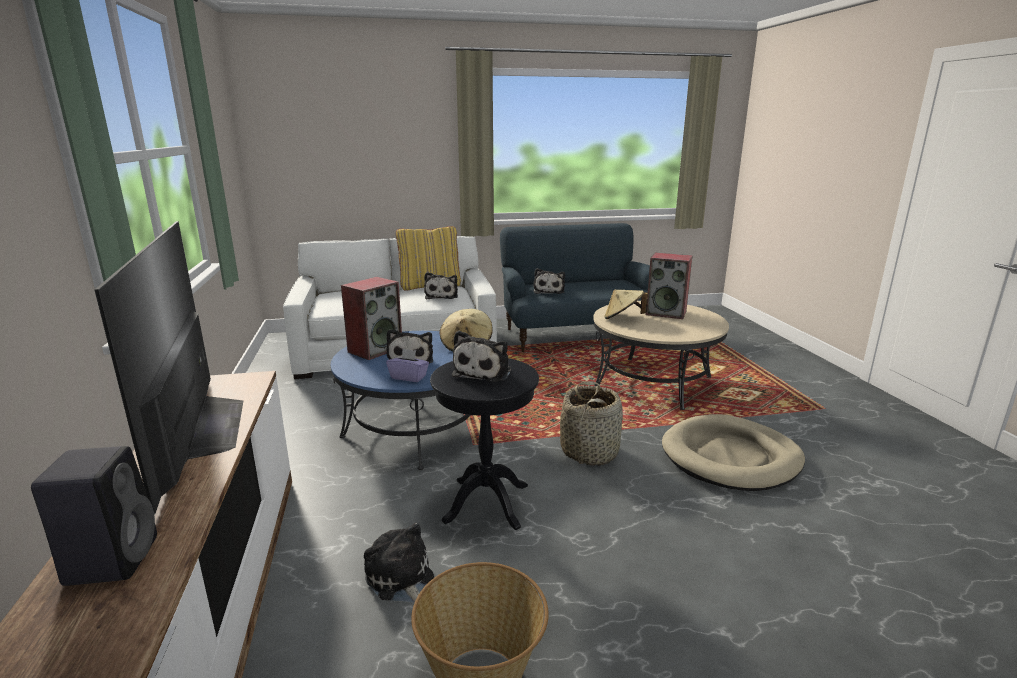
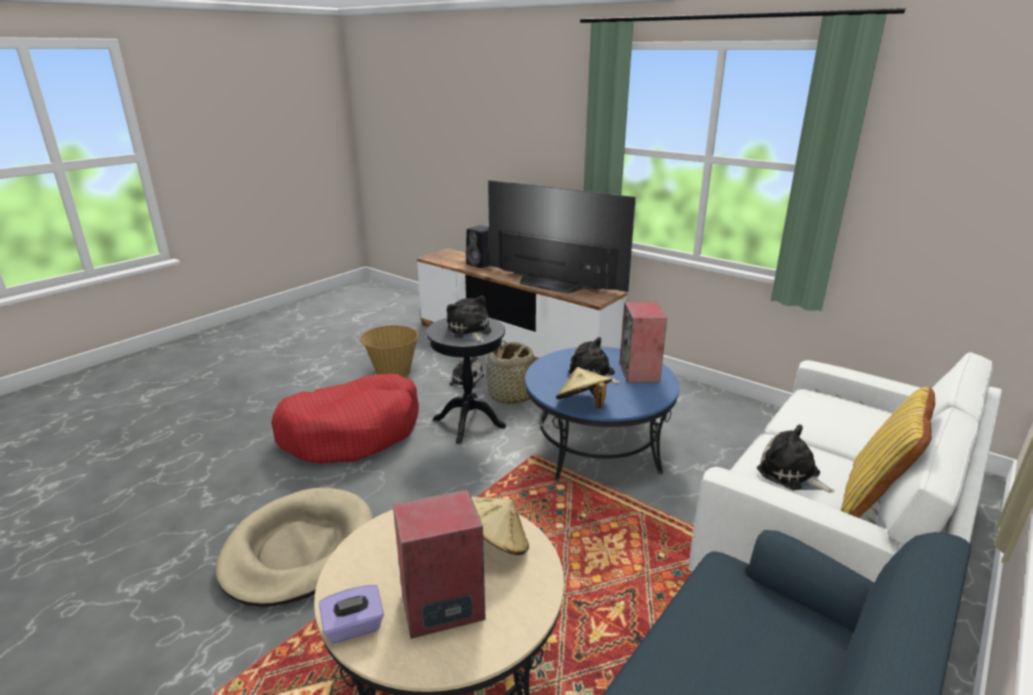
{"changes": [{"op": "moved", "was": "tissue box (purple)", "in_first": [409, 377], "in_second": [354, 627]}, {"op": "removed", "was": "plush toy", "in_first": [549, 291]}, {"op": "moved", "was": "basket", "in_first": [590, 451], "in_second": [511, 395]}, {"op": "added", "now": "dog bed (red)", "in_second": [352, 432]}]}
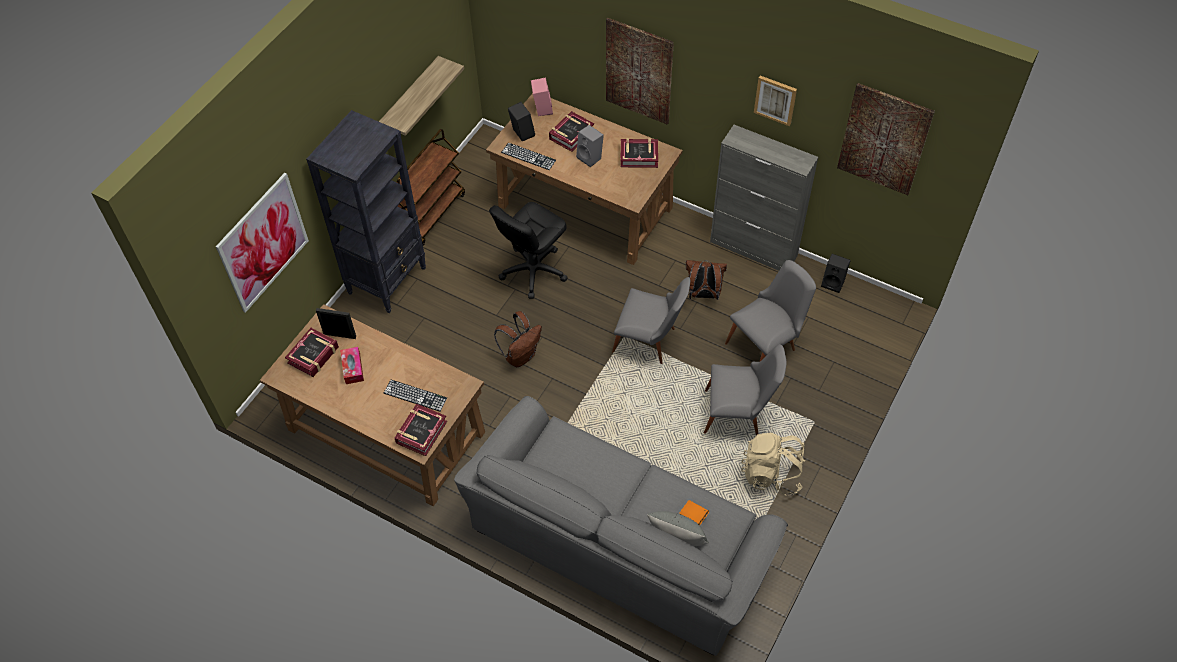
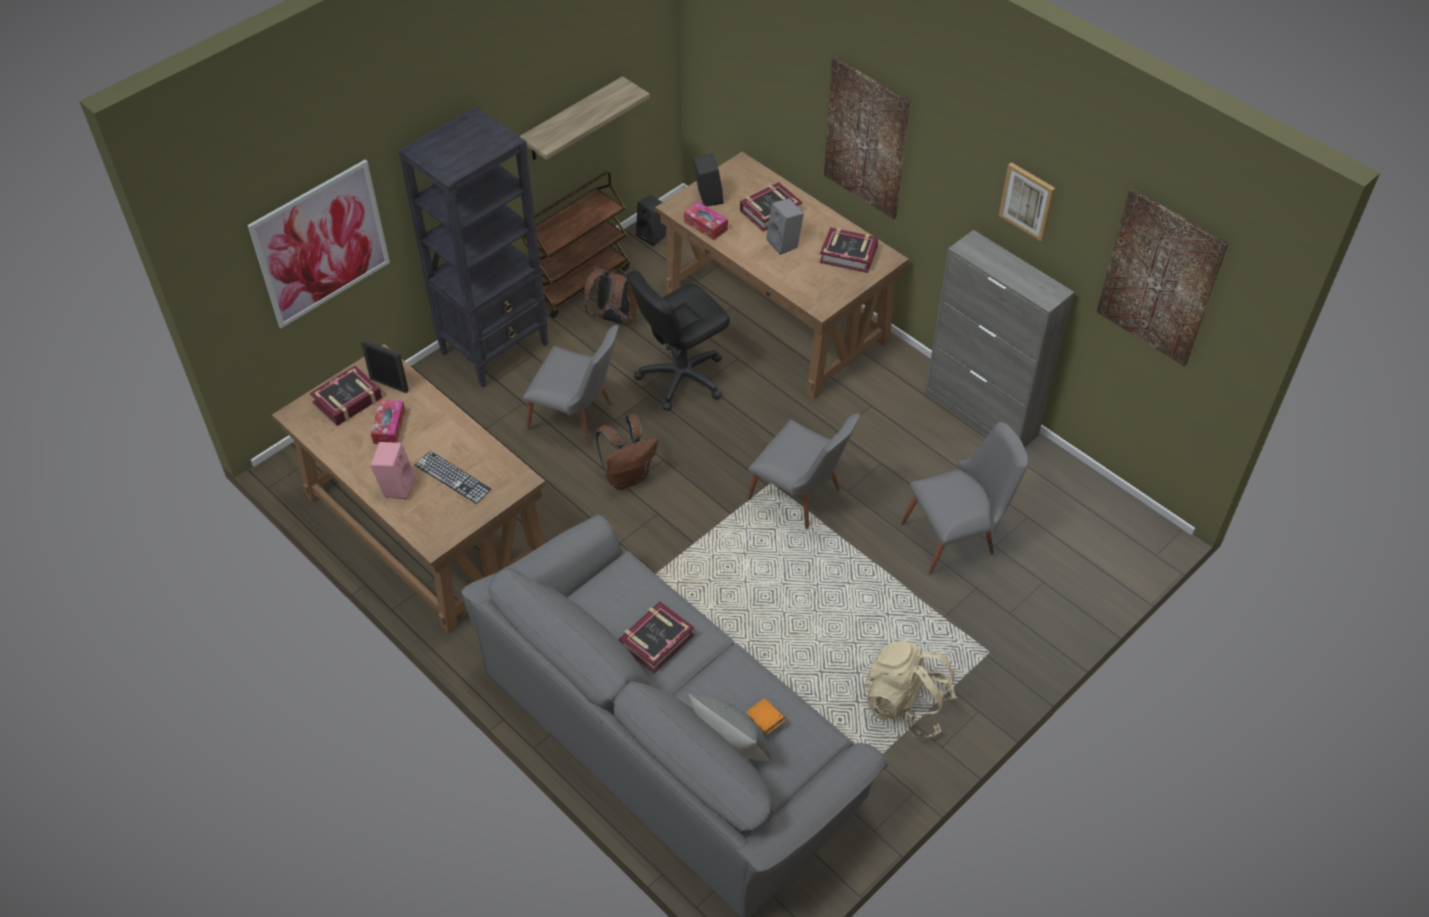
{"changes": [{"op": "moved", "was": "book", "in_first": [421, 432], "in_second": [656, 641]}, {"op": "replaced", "was": "keyboard", "now": "tissue box", "in_first": [528, 156], "in_second": [705, 226]}, {"op": "moved", "was": "speaker (pink)", "in_first": [541, 108], "in_second": [396, 486]}, {"op": "moved", "was": "backpack (brown)", "in_first": [703, 294], "in_second": [614, 319]}, {"op": "moved", "was": "chair (grey)", "in_first": [738, 414], "in_second": [578, 419]}, {"op": "moved", "was": "speaker (black)", "in_first": [833, 283], "in_second": [653, 235]}]}
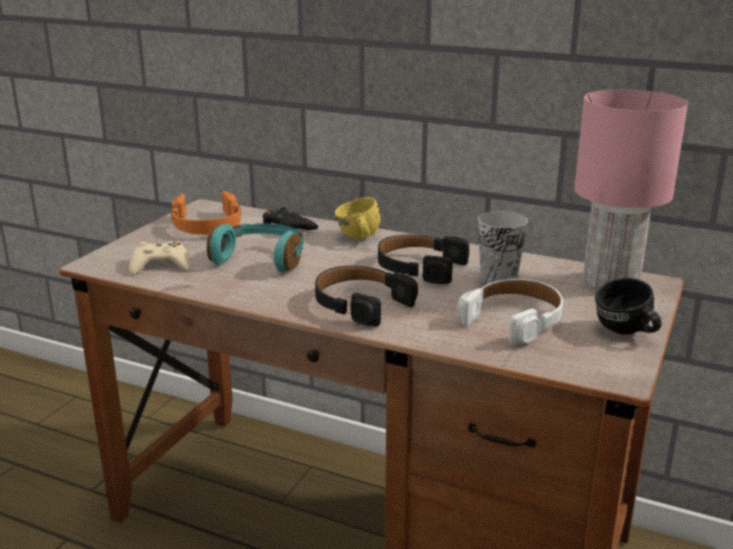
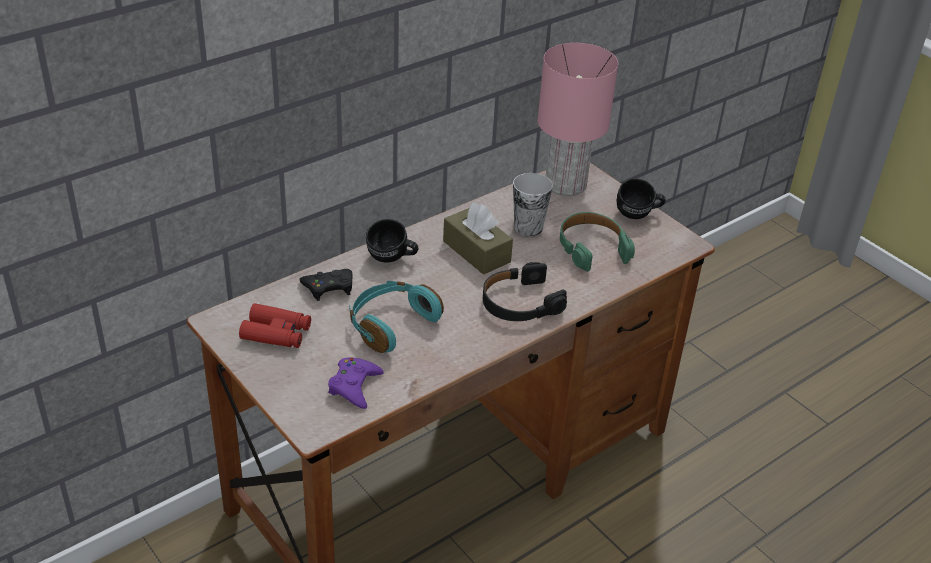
{"changes": [{"op": "recoloured", "was": "game controller (beige)", "now": "game controller (purple)", "in_first": [160, 265], "in_second": [354, 386]}, {"op": "replaced", "was": "headphones (orange)", "now": "binoculars (red)", "in_first": [207, 225], "in_second": [276, 333]}, {"op": "recoloured", "was": "mug (yellow)", "now": "mug (black)", "in_first": [357, 239], "in_second": [391, 259]}, {"op": "replaced", "was": "headphones (black)", "now": "tissue box (brown)", "in_first": [419, 267], "in_second": [476, 251]}, {"op": "recoloured", "was": "headphones (white)", "now": "headphones (green)", "in_first": [514, 320], "in_second": [592, 248]}]}
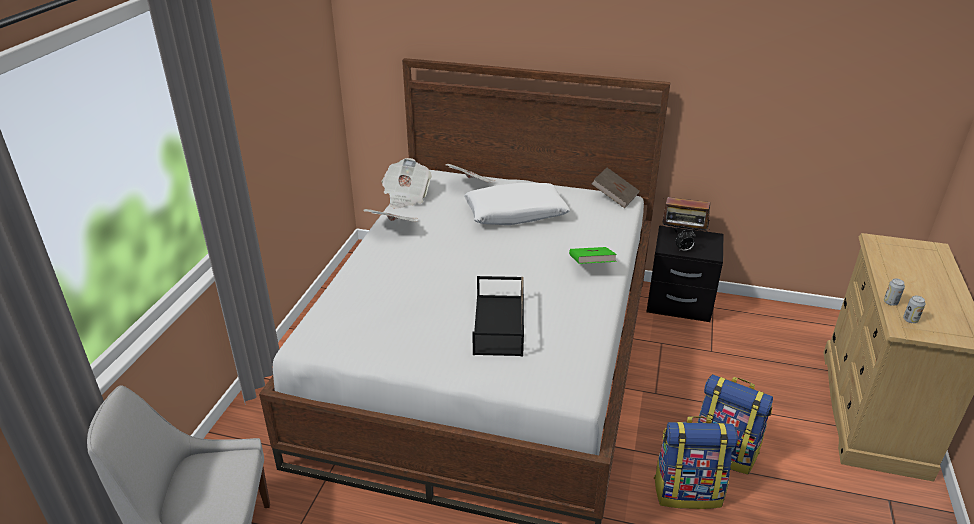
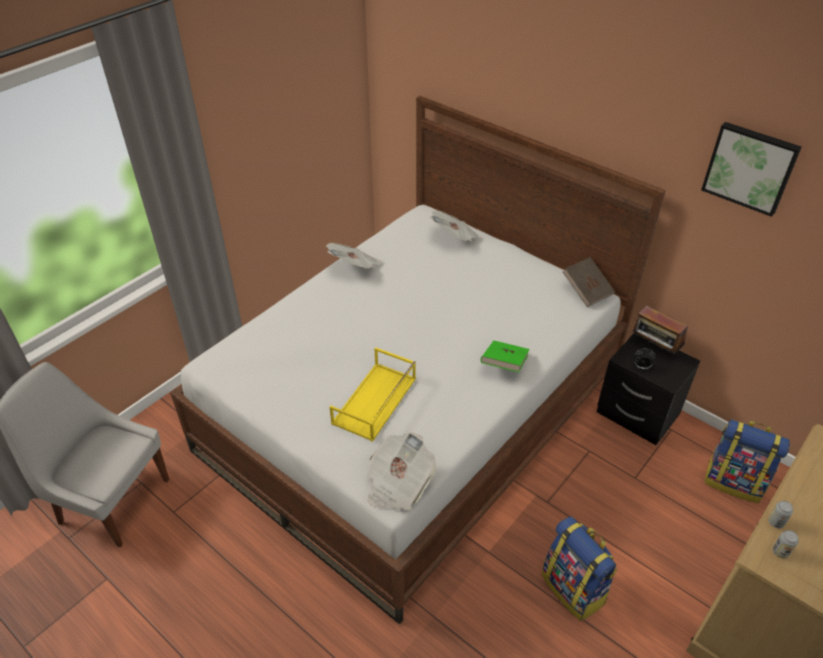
{"changes": [{"op": "moved", "was": "newspaper", "in_first": [406, 196], "in_second": [398, 484]}, {"op": "removed", "was": "pillow (white)", "in_first": [515, 213]}, {"op": "recoloured", "was": "tray (black)", "now": "tray (yellow)", "in_first": [500, 325], "in_second": [375, 402]}, {"op": "moved", "was": "backpack", "in_first": [687, 491], "in_second": [734, 481]}, {"op": "added", "now": "picture", "in_second": [750, 167]}]}
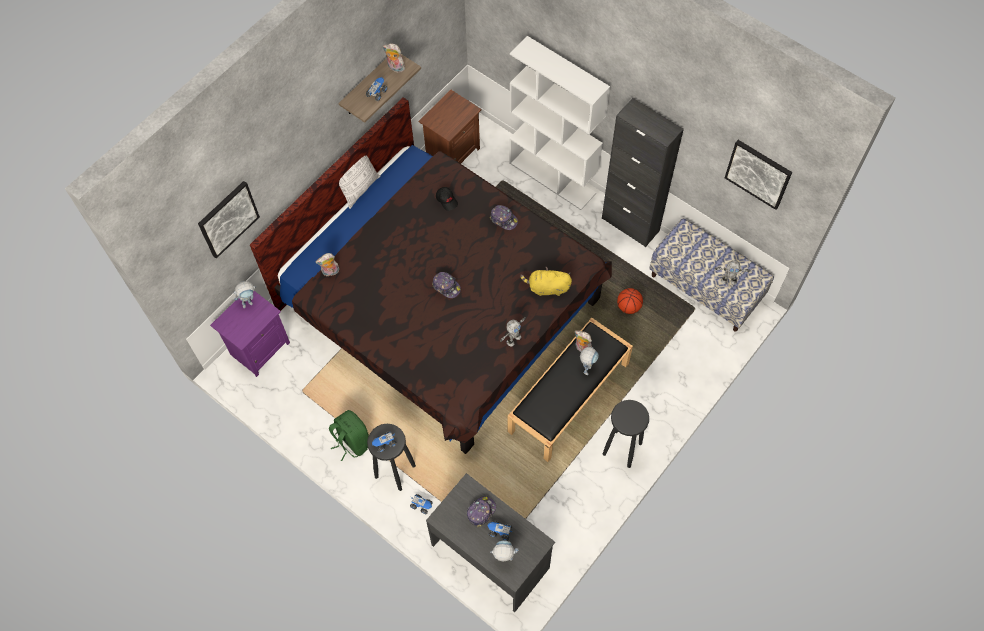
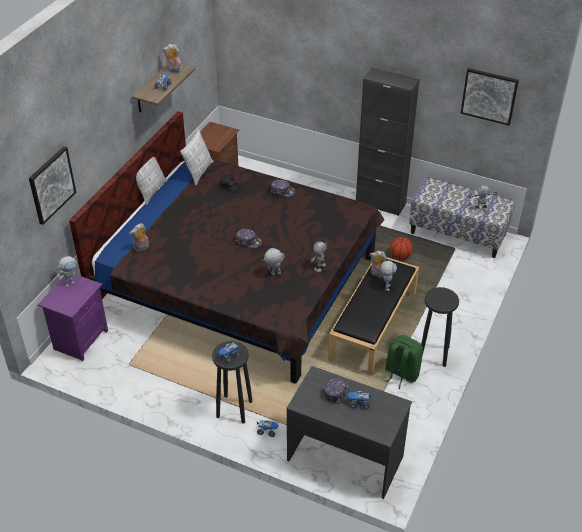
{"changes": [{"op": "moved", "was": "backpack (green)", "in_first": [352, 442], "in_second": [401, 373]}, {"op": "moved", "was": "toy robot", "in_first": [504, 558], "in_second": [273, 274]}, {"op": "removed", "was": "bookcase (white)", "in_first": [553, 178]}, {"op": "removed", "was": "plush toy (yellow)", "in_first": [547, 288]}, {"op": "added", "now": "pillow", "in_second": [199, 172]}]}
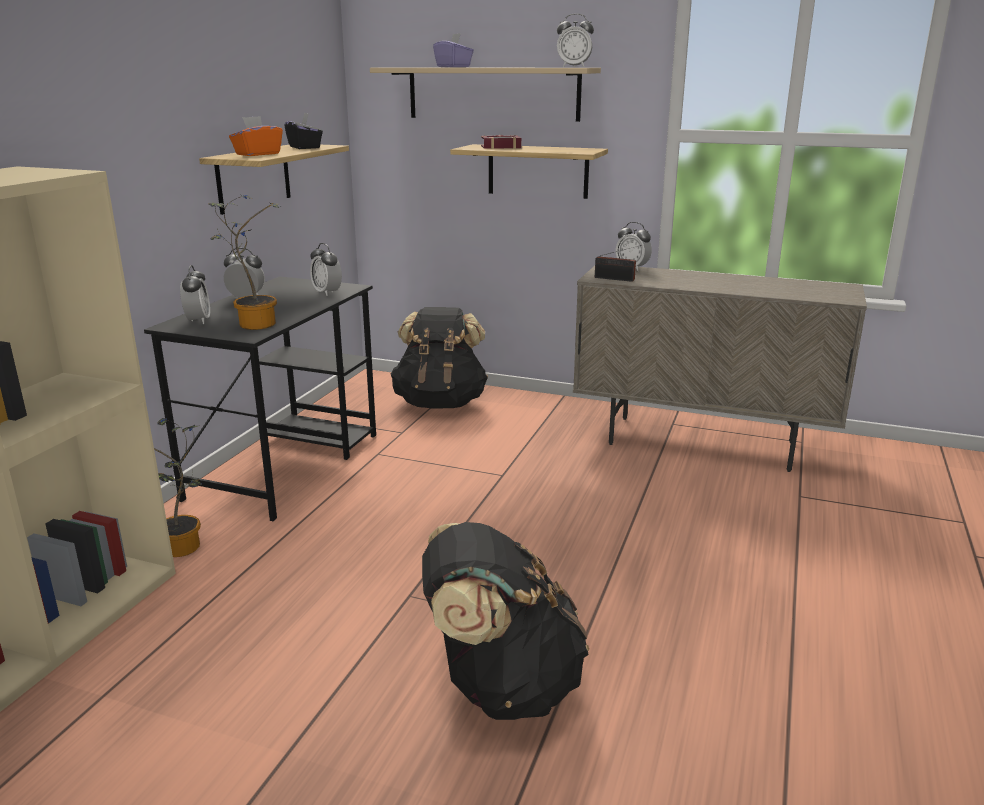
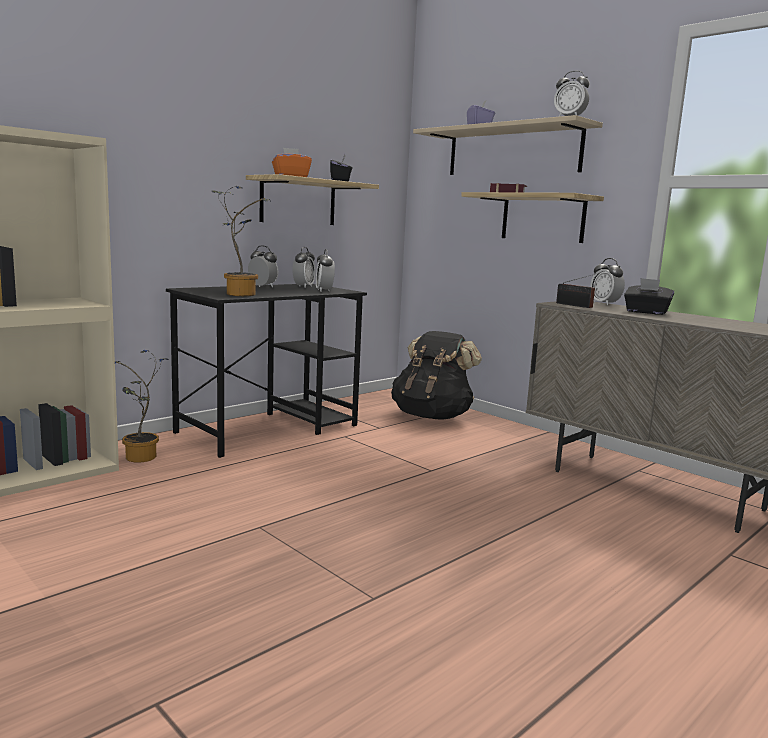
{"changes": [{"op": "moved", "was": "alarm clock", "in_first": [198, 321], "in_second": [303, 287]}, {"op": "removed", "was": "backpack (black)", "in_first": [501, 685]}, {"op": "added", "now": "tissue box (black)", "in_second": [646, 312]}]}
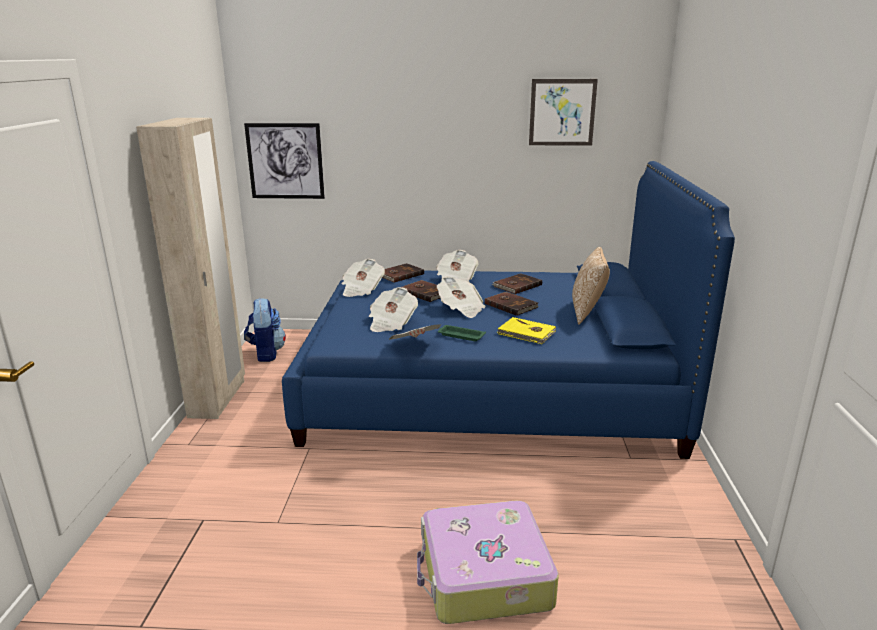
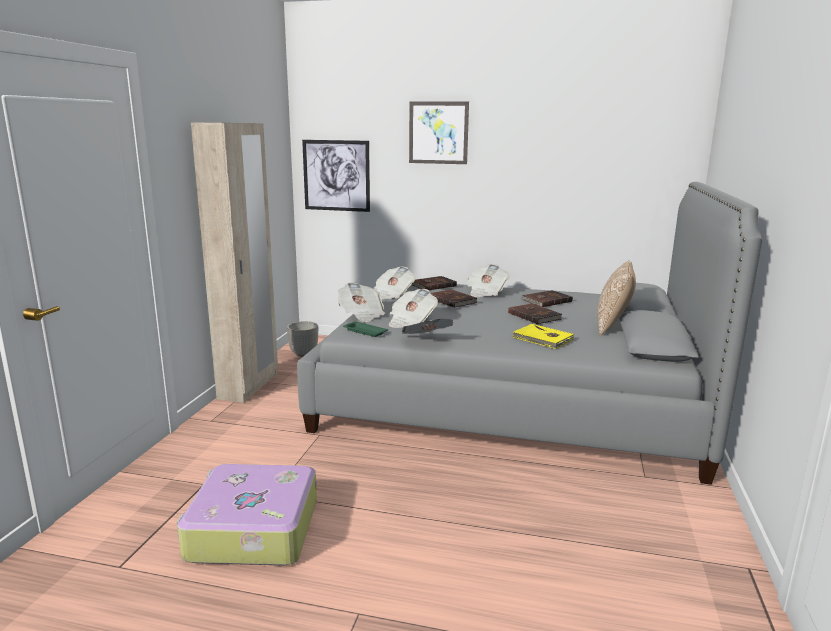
{"changes": [{"op": "replaced", "was": "backpack", "now": "planter", "in_first": [266, 353], "in_second": [303, 353]}, {"op": "recoloured", "was": "bed (blue)", "now": "bed (grey)", "in_first": [489, 385], "in_second": [510, 397]}, {"op": "moved", "was": "suitcase", "in_first": [483, 576], "in_second": [252, 530]}, {"op": "moved", "was": "newspaper", "in_first": [461, 309], "in_second": [361, 315]}, {"op": "moved", "was": "tray (green)", "in_first": [460, 335], "in_second": [364, 331]}, {"op": "moved", "was": "picture", "in_first": [562, 112], "in_second": [438, 133]}]}
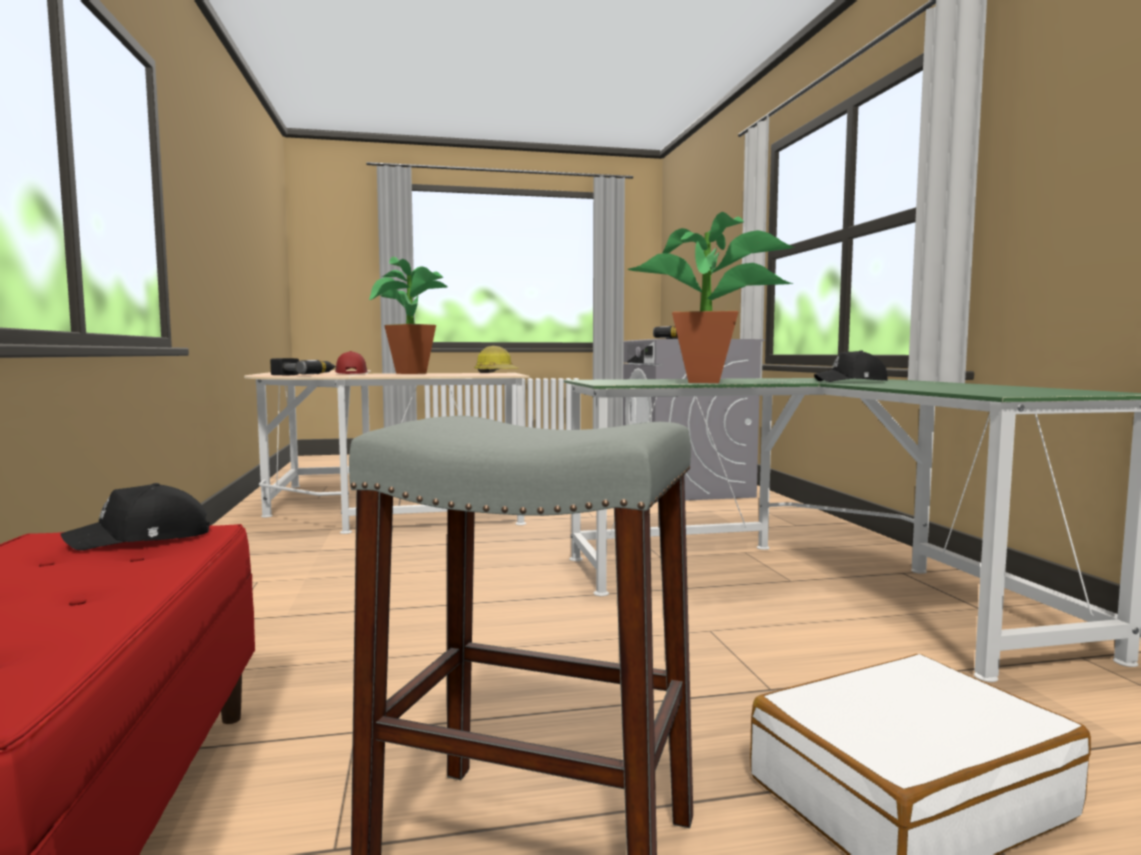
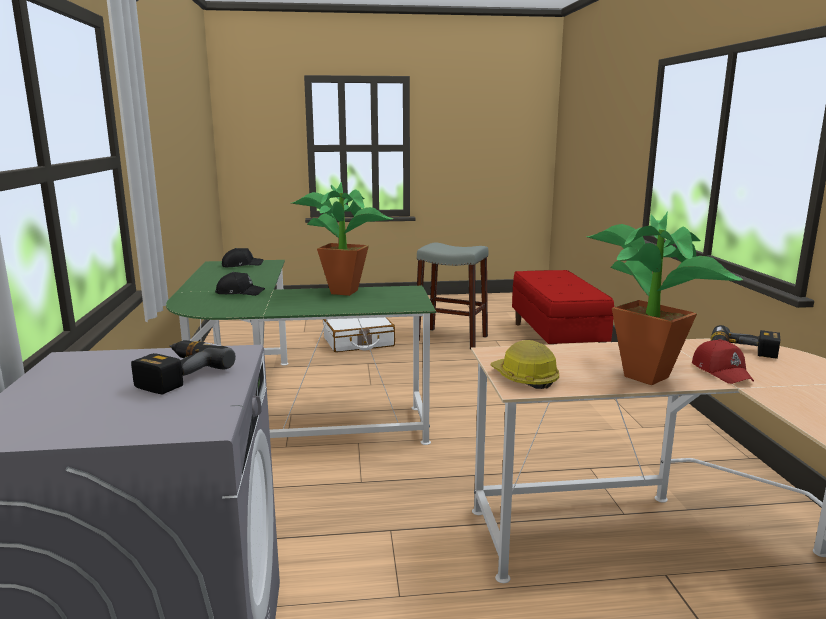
{"changes": [{"op": "moved", "was": "cap (black)", "in_first": [143, 539], "in_second": [241, 265]}]}
